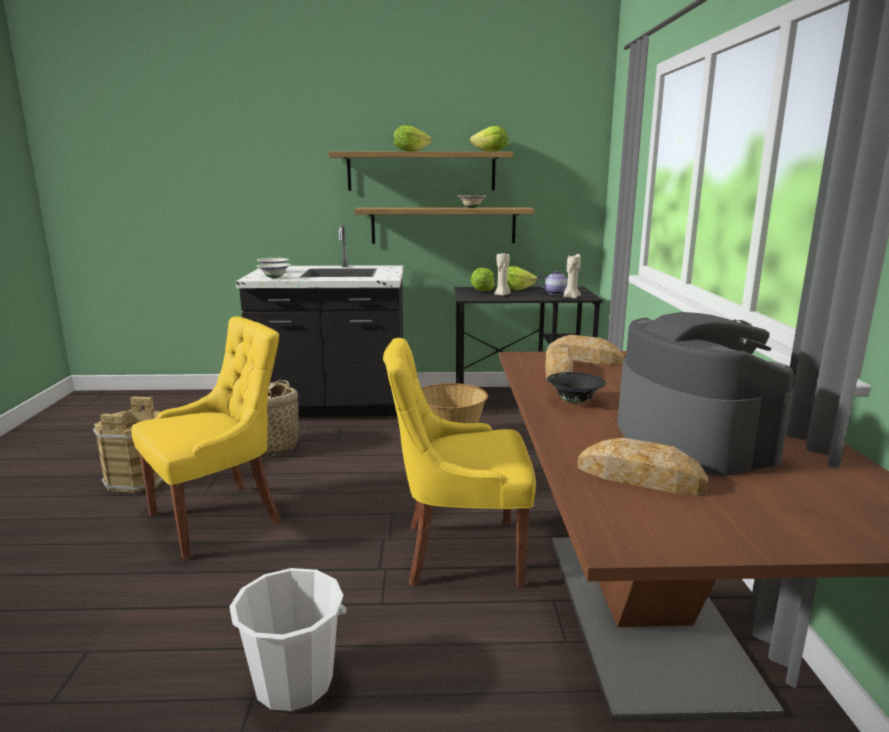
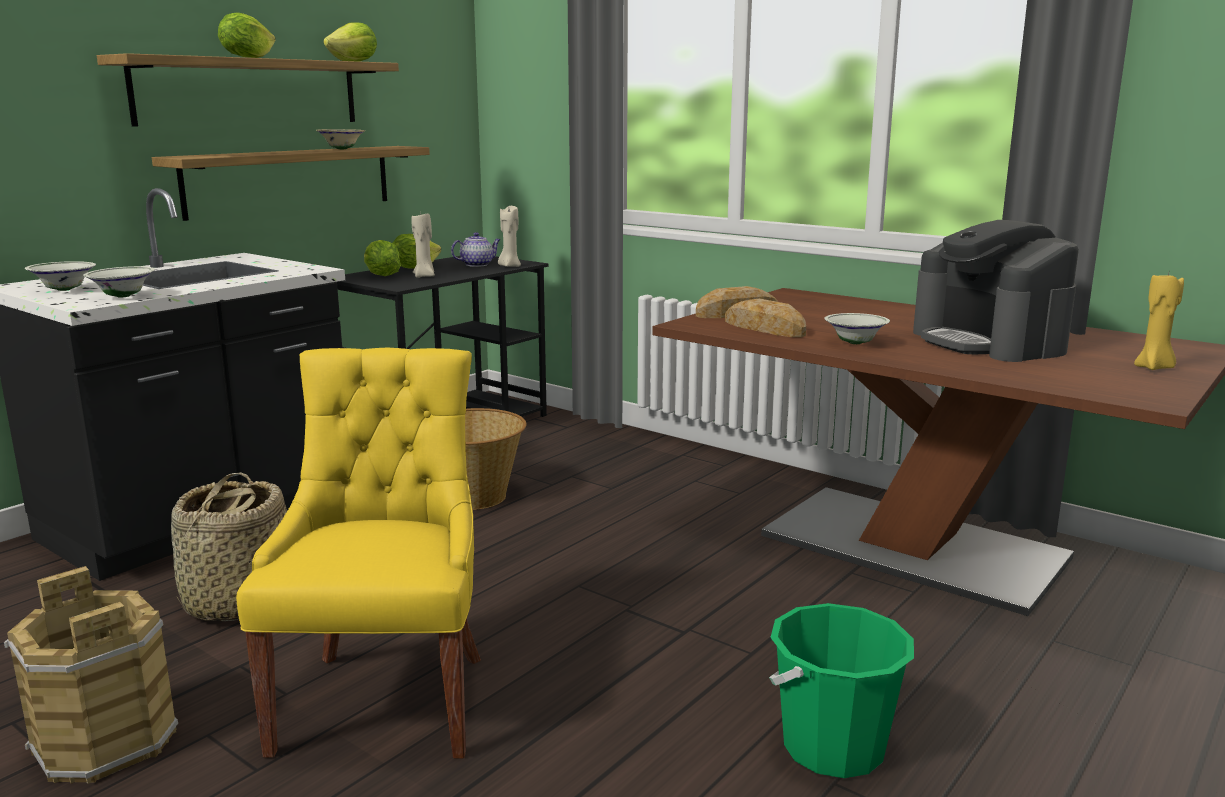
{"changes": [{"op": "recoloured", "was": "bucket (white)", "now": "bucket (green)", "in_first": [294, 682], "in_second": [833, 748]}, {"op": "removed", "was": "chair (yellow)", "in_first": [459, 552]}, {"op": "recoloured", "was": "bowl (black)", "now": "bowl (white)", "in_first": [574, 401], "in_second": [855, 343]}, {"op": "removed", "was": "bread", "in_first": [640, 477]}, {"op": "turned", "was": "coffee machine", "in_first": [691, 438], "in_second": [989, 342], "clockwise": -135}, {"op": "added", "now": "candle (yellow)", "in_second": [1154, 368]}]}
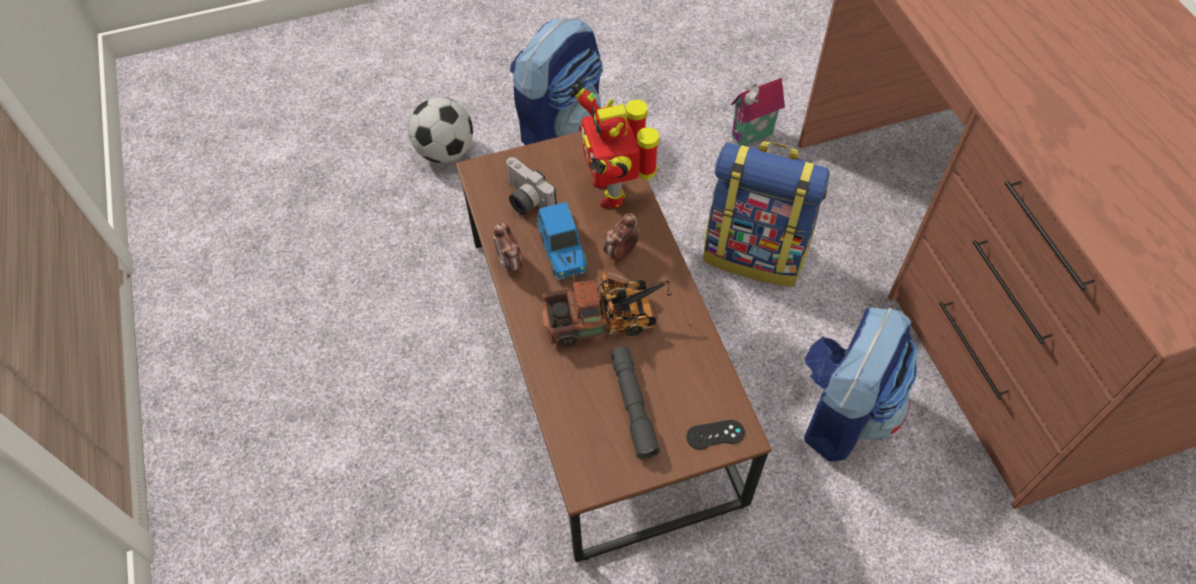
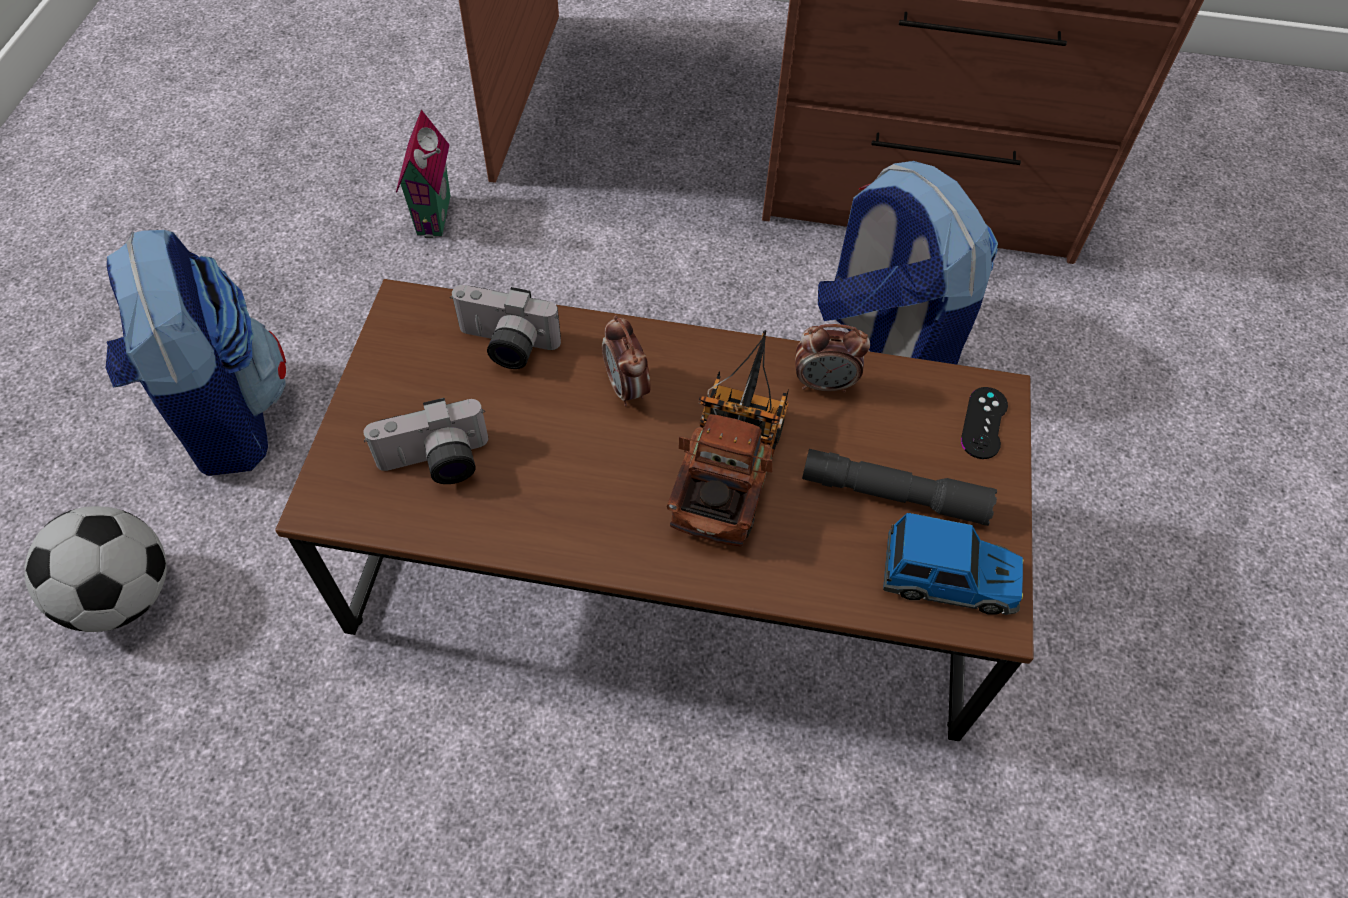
{"changes": [{"op": "moved", "was": "alarm clock", "in_first": [510, 264], "in_second": [824, 383]}, {"op": "moved", "was": "toy car", "in_first": [563, 252], "in_second": [949, 579]}, {"op": "replaced", "was": "toy robot", "now": "photo camera", "in_first": [612, 190], "in_second": [505, 346]}, {"op": "removed", "was": "backpack", "in_first": [755, 252]}]}
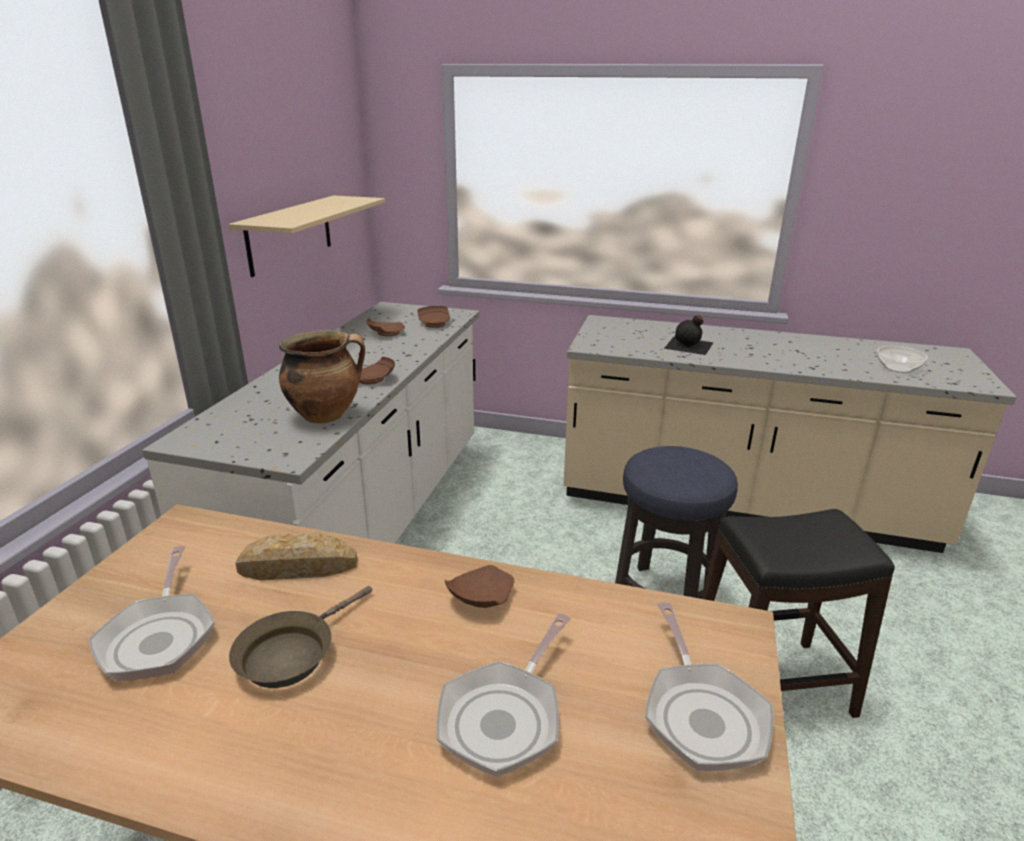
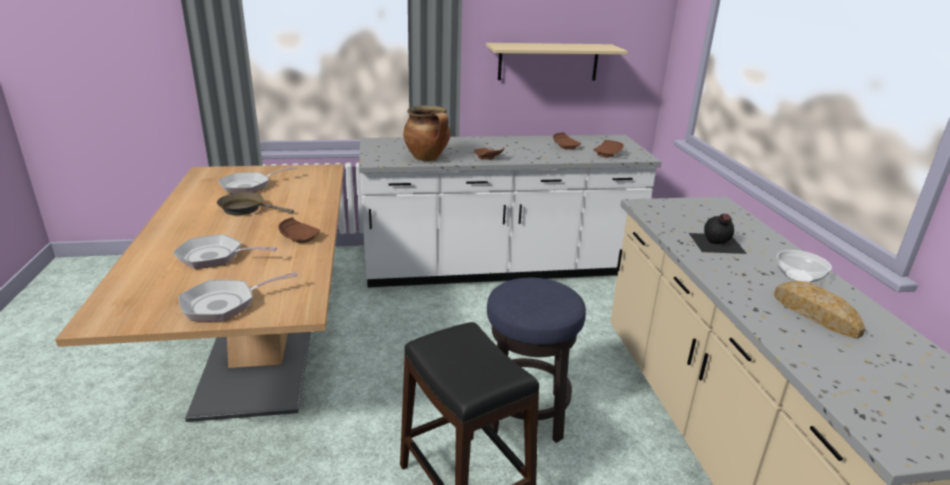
{"changes": [{"op": "moved", "was": "bread", "in_first": [298, 567], "in_second": [815, 314]}, {"op": "moved", "was": "bowl", "in_first": [898, 368], "in_second": [798, 277]}]}
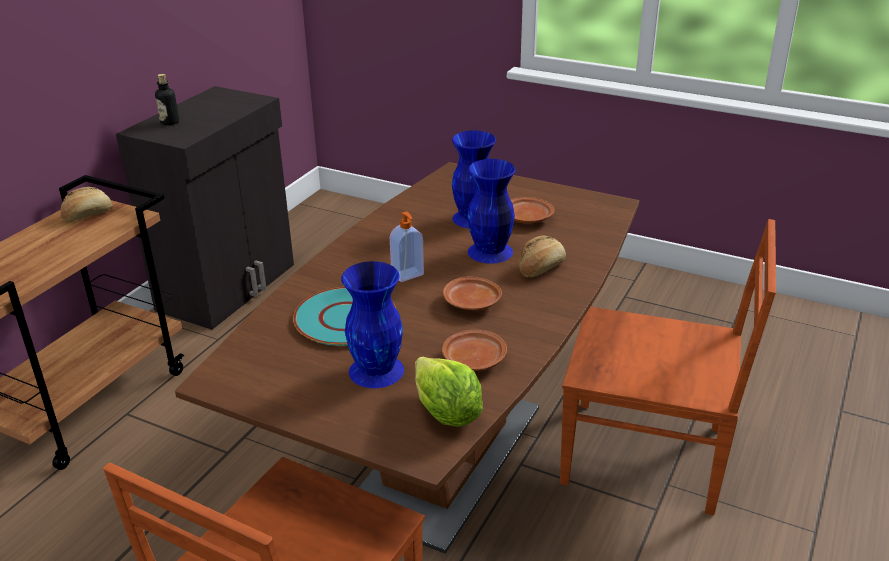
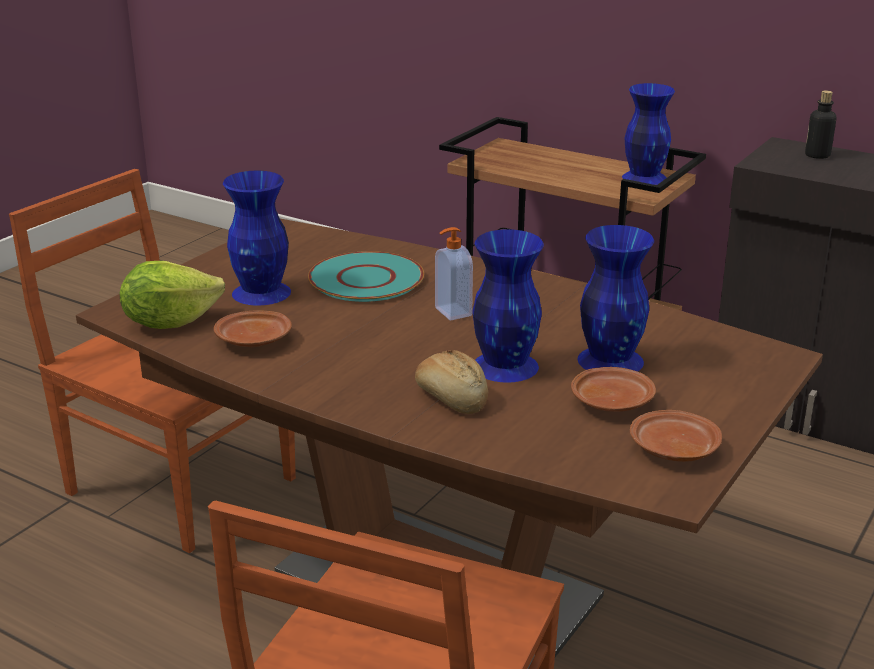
{"changes": [{"op": "replaced", "was": "bread", "now": "vase (blue)", "in_first": [87, 215], "in_second": [643, 177]}, {"op": "moved", "was": "plate (brown)", "in_first": [472, 303], "in_second": [673, 449]}]}
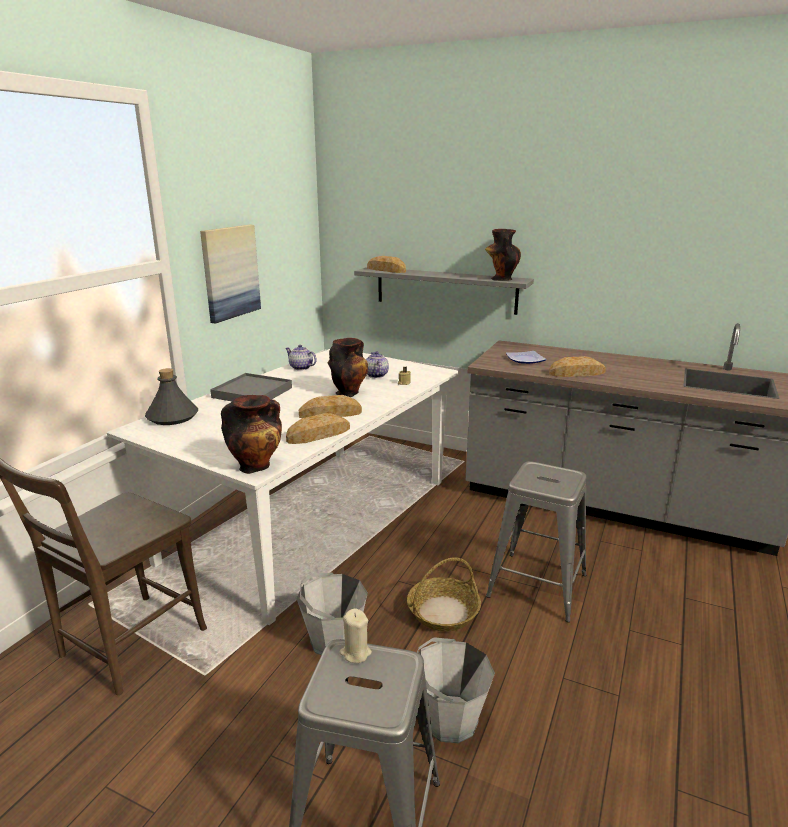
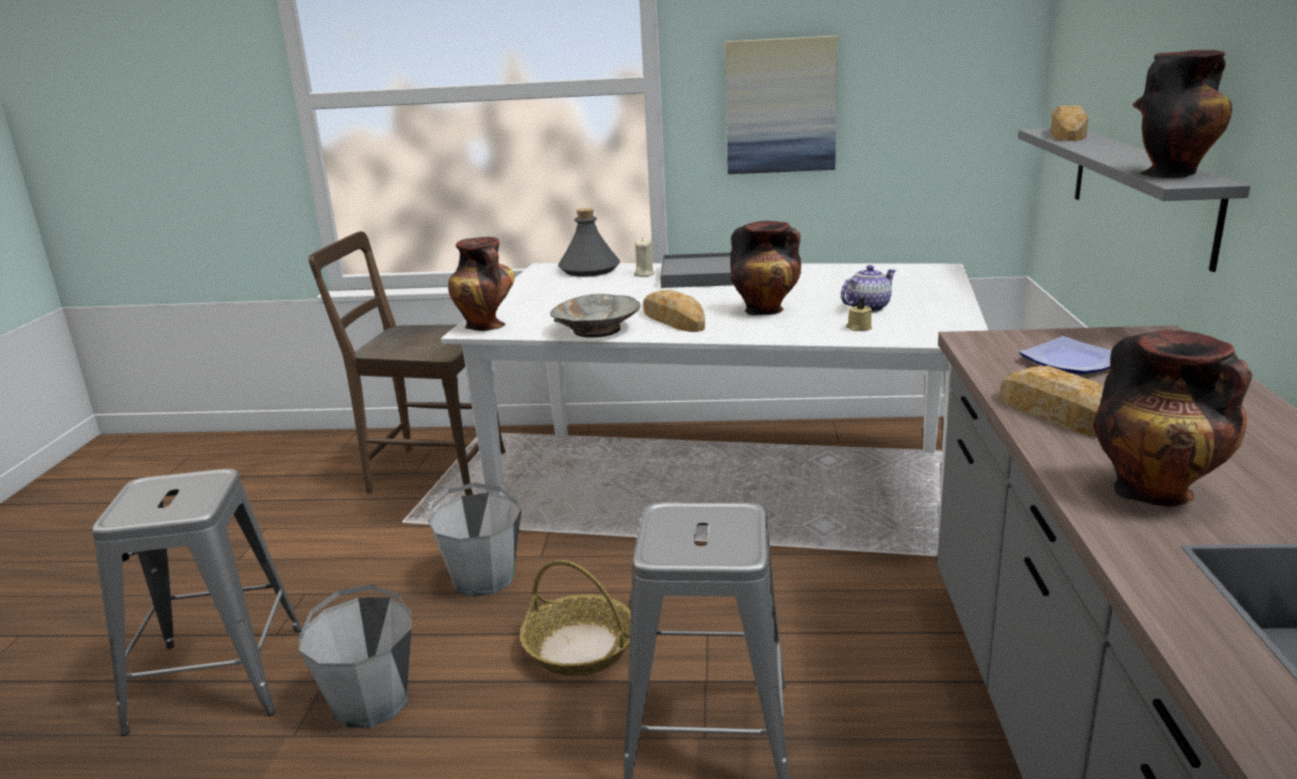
{"changes": [{"op": "removed", "was": "teapot", "in_first": [300, 368]}, {"op": "replaced", "was": "bread", "now": "bowl (grey)", "in_first": [318, 435], "in_second": [597, 329]}, {"op": "moved", "was": "candle (beige)", "in_first": [355, 653], "in_second": [644, 274]}, {"op": "added", "now": "vase", "in_second": [1157, 493]}]}
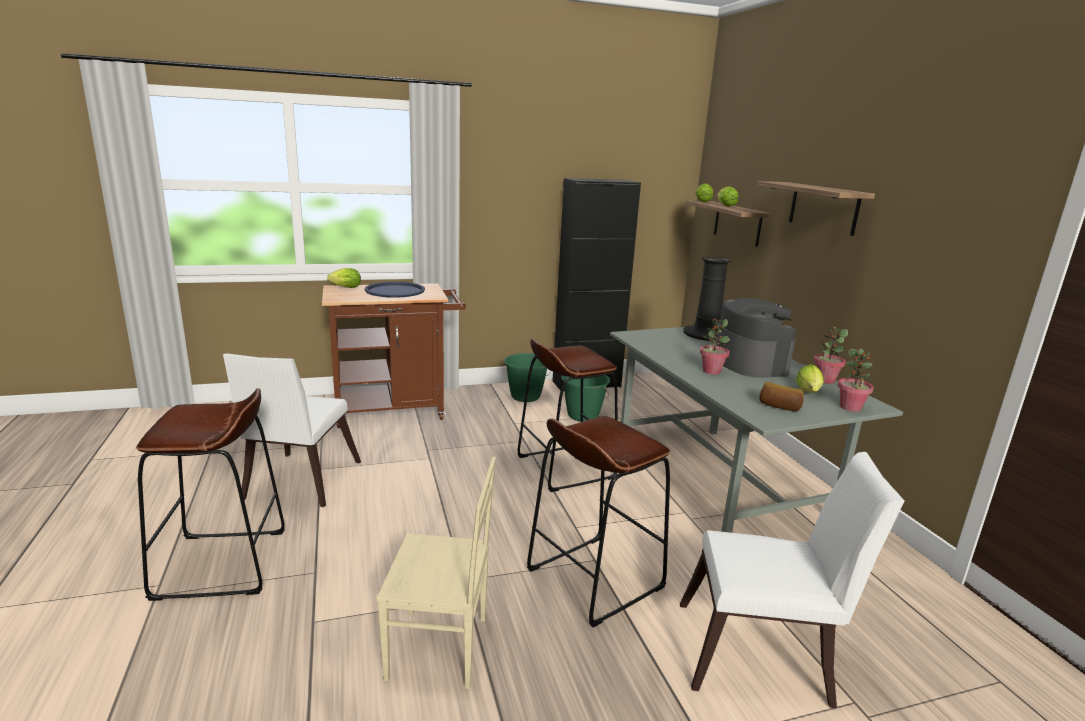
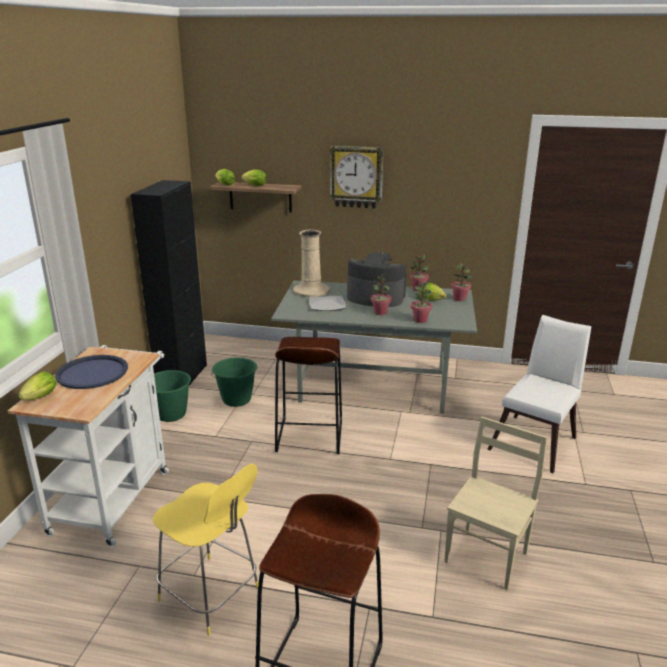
{"changes": [{"op": "replaced", "was": "chair (white)", "now": "stool (yellow)", "in_first": [298, 484], "in_second": [211, 596]}, {"op": "recoloured", "was": "cart (brown)", "now": "cart (white)", "in_first": [397, 410], "in_second": [114, 496]}, {"op": "removed", "was": "stool (brown)", "in_first": [594, 578]}, {"op": "recoloured", "was": "vase (black)", "now": "vase (beige)", "in_first": [706, 334], "in_second": [311, 290]}, {"op": "replaced", "was": "shelf", "now": "wall clock", "in_first": [823, 208], "in_second": [356, 177]}, {"op": "removed", "was": "bread", "in_first": [779, 406]}, {"op": "added", "now": "plate", "in_second": [326, 305]}, {"op": "added", "now": "potted plant", "in_second": [420, 320]}]}
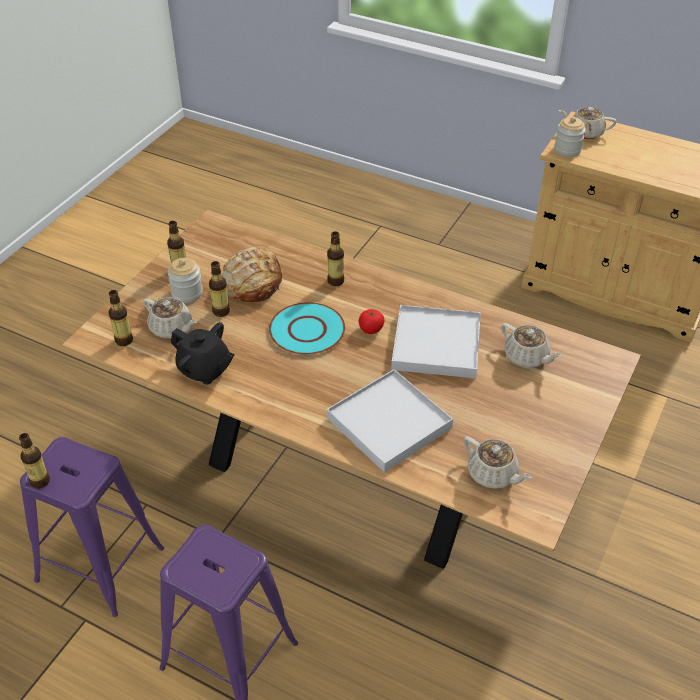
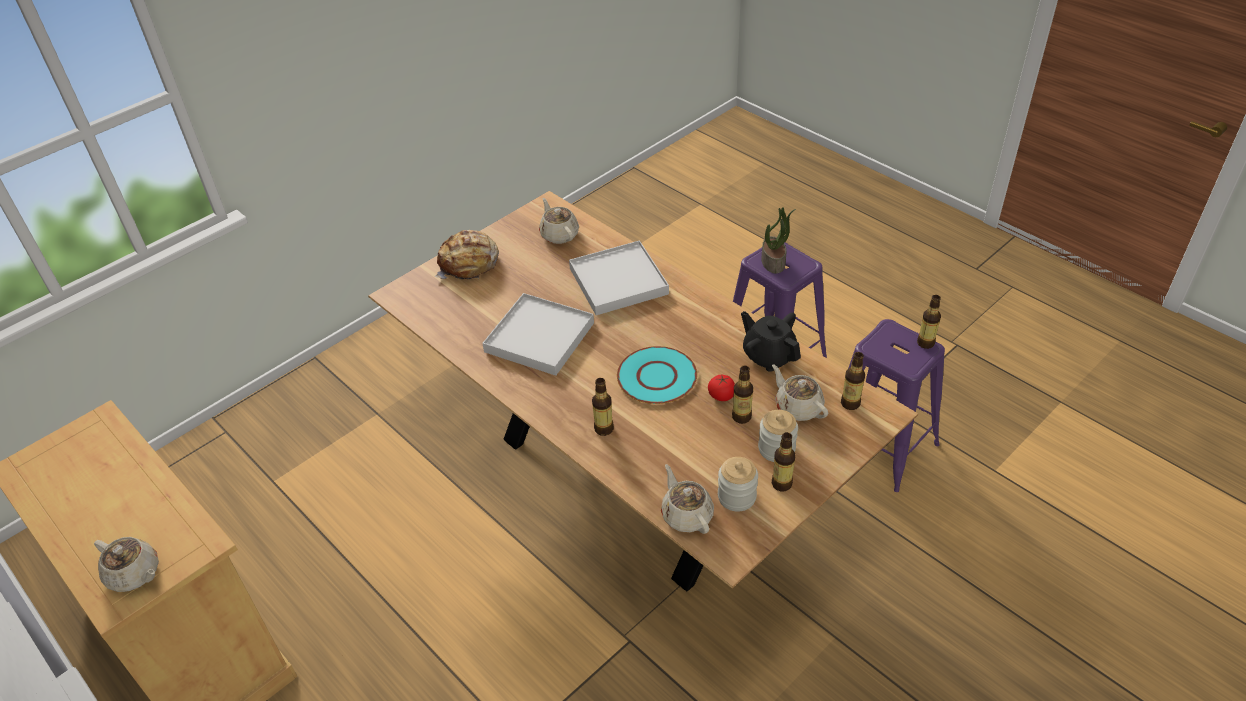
{"changes": [{"op": "moved", "was": "bread", "in_first": [252, 283], "in_second": [469, 264]}, {"op": "moved", "was": "tomato", "in_first": [371, 329], "in_second": [721, 395]}, {"op": "moved", "was": "teapot (beige)", "in_first": [527, 357], "in_second": [686, 514]}, {"op": "moved", "was": "jar", "in_first": [567, 150], "in_second": [736, 496]}, {"op": "added", "now": "potted plant", "in_second": [774, 262]}]}
